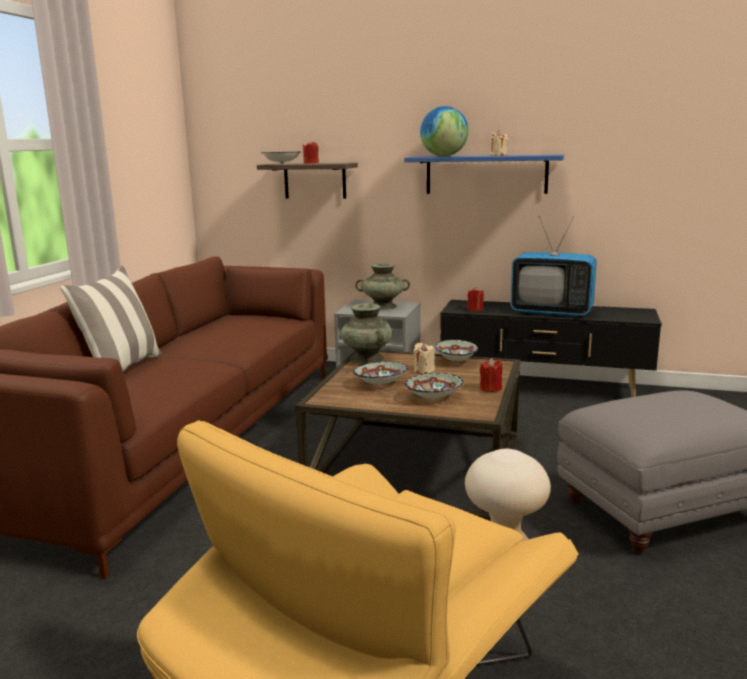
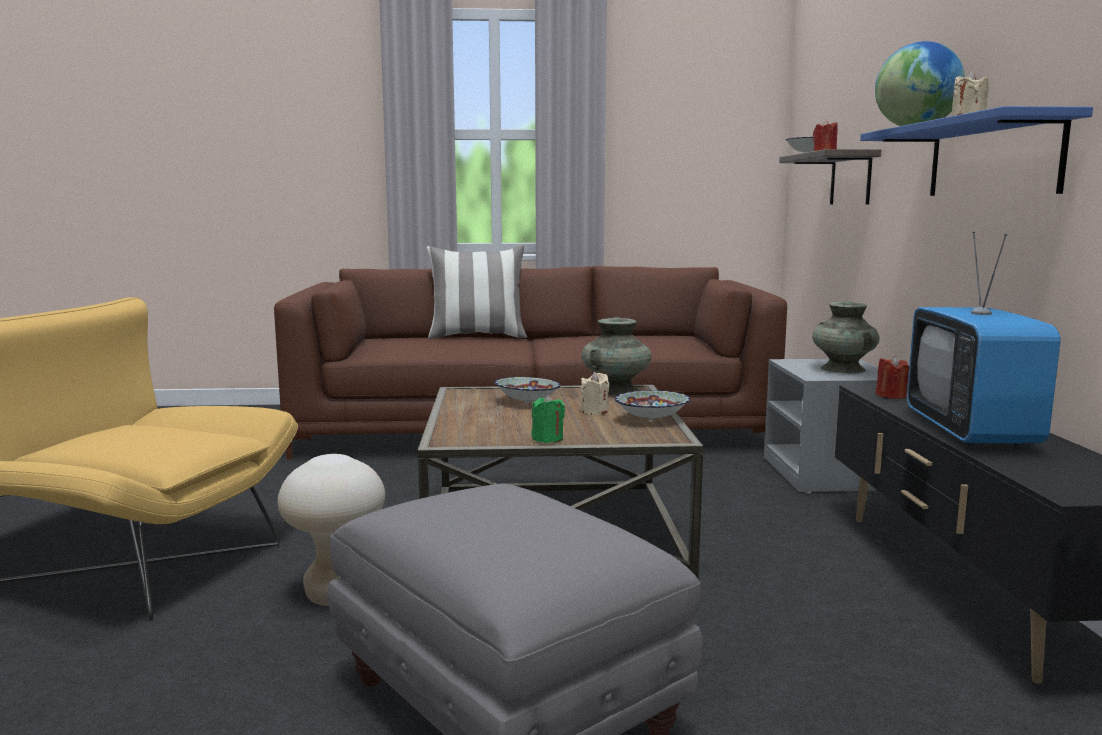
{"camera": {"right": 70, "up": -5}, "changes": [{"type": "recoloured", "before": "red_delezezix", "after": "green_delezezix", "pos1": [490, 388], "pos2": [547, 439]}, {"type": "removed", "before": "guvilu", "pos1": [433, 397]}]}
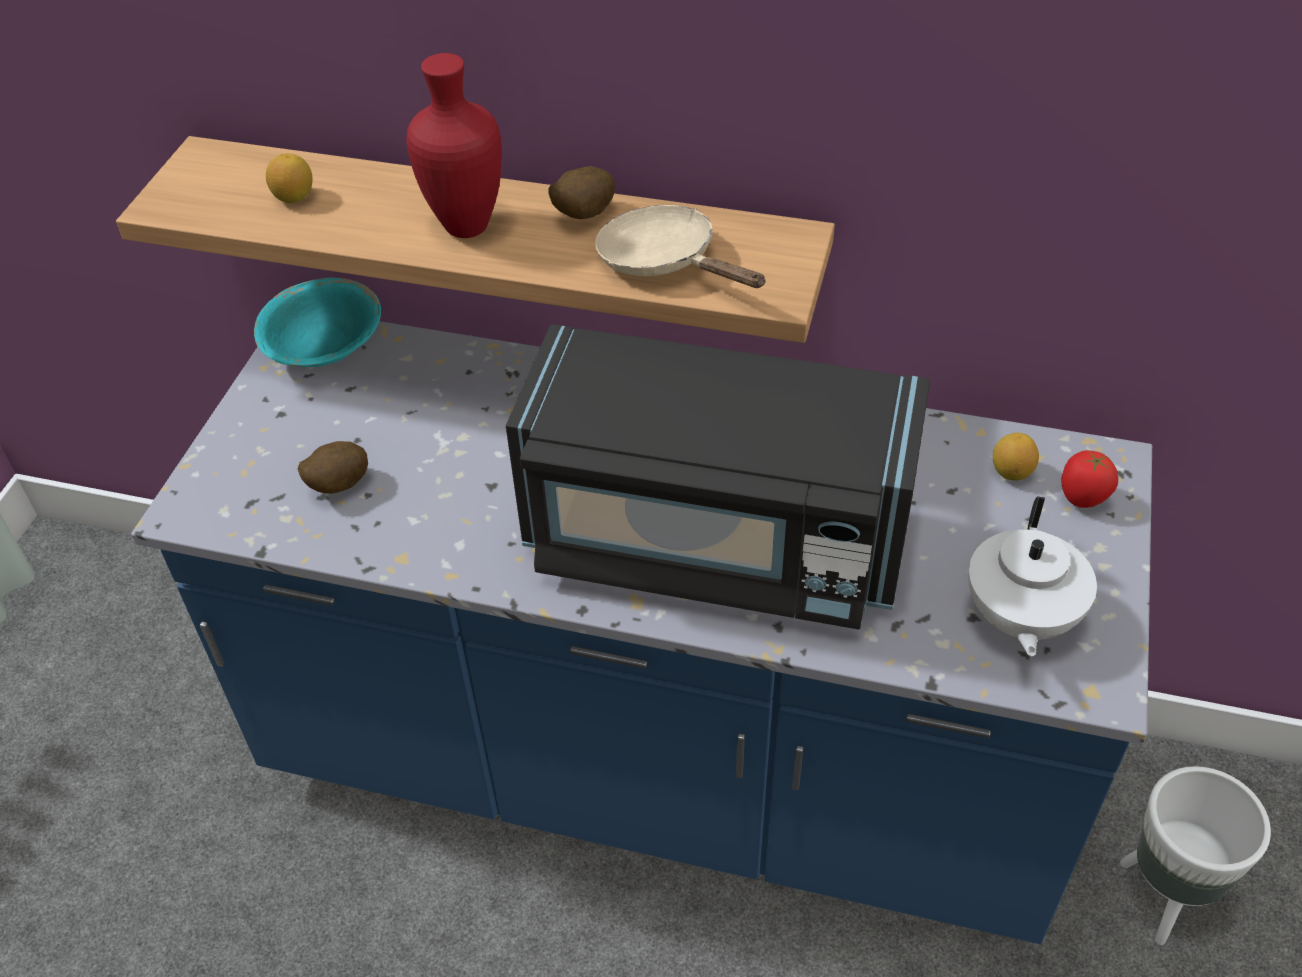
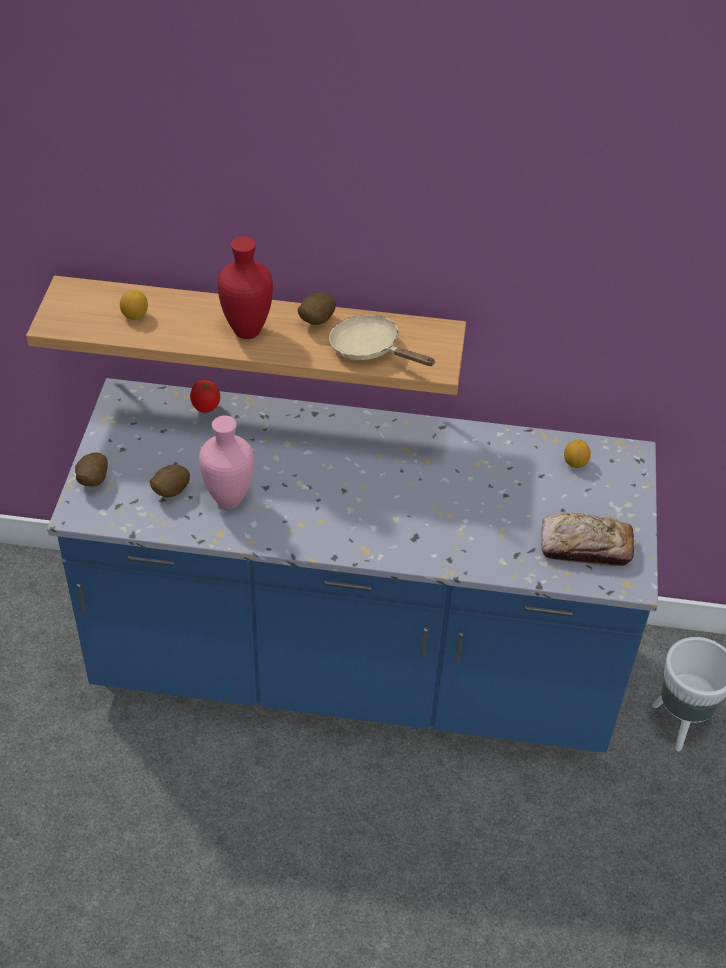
{"camera": {"right": -10, "up": 0}, "changes": [{"type": "removed", "before": "turquoise_guvilu", "pos1": [324, 348]}, {"type": "removed", "before": "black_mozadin", "pos1": [714, 541]}, {"type": "moved", "before": "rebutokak", "pos1": [1082, 500], "pos2": [205, 408]}, {"type": "replaced", "before": "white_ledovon", "after": "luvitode", "pos1": [1019, 618], "pos2": [585, 547]}, {"type": "added", "after": "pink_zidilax", "pos2": [229, 498]}, {"type": "added", "after": "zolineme", "pos2": [92, 481]}]}
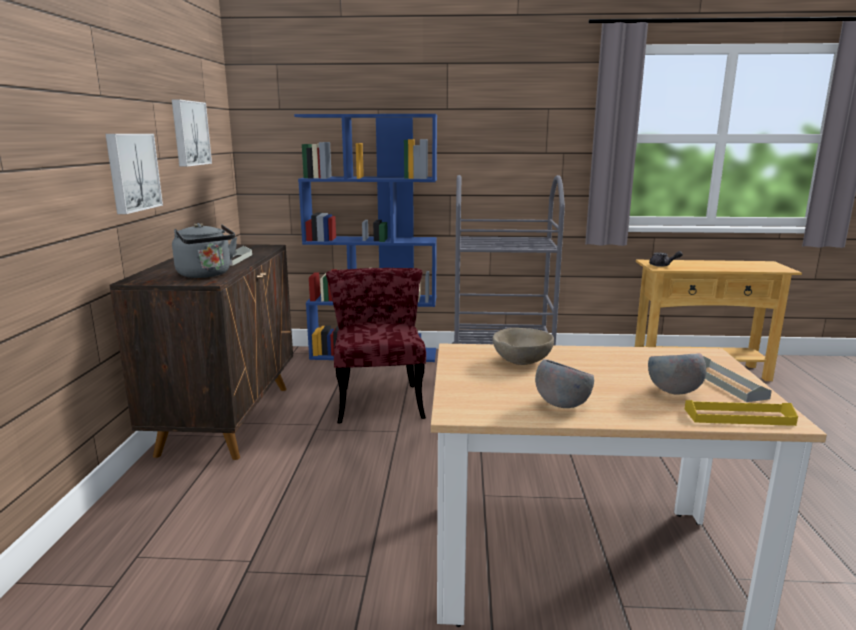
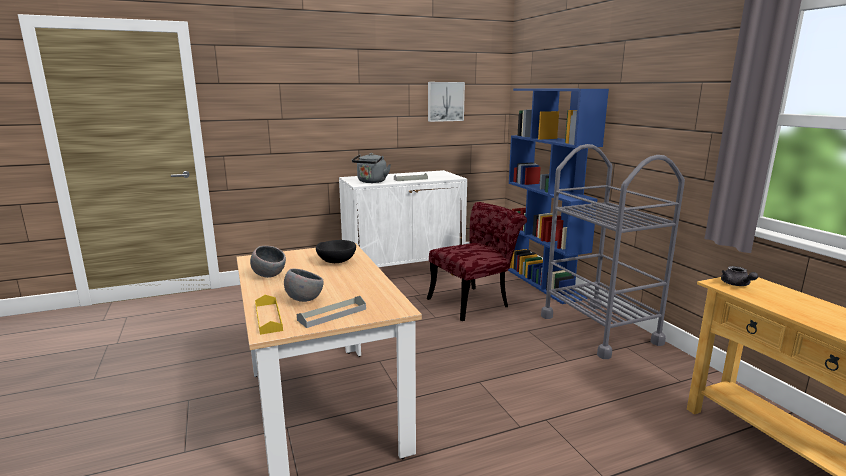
{"camera": {"right": 65, "up": 0}, "changes": [{"type": "removed", "before": "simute", "pos1": [131, 172]}, {"type": "recoloured", "before": "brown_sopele", "after": "white_sopele", "pos1": [228, 418], "pos2": [404, 273]}, {"type": "recoloured", "before": "beige_guvilu", "after": "black_guvilu", "pos1": [522, 361], "pos2": [337, 261]}]}
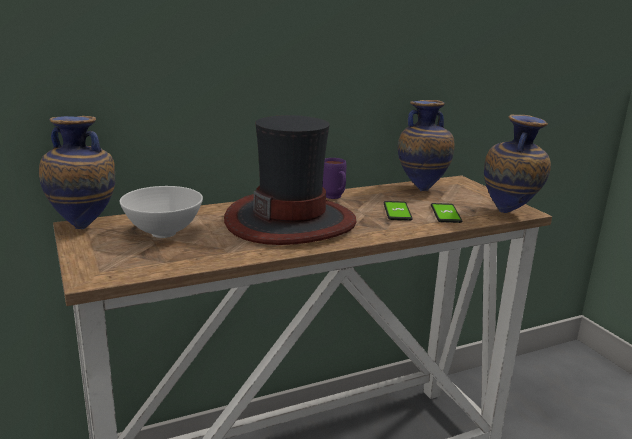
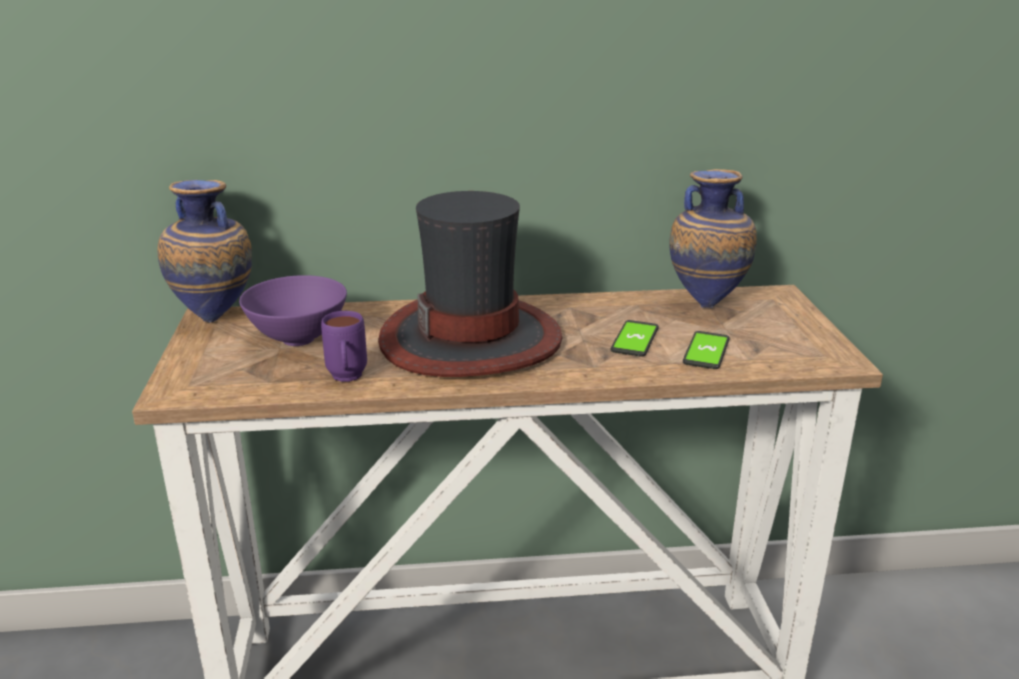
{"camera": {"right": 20, "up": 5}, "changes": [{"type": "removed", "before": "zidilax", "pos1": [509, 213]}, {"type": "moved", "before": "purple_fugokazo", "pos1": [335, 198], "pos2": [347, 379]}, {"type": "recoloured", "before": "white_guvilu", "after": "purple_guvilu", "pos1": [164, 233], "pos2": [299, 339]}]}
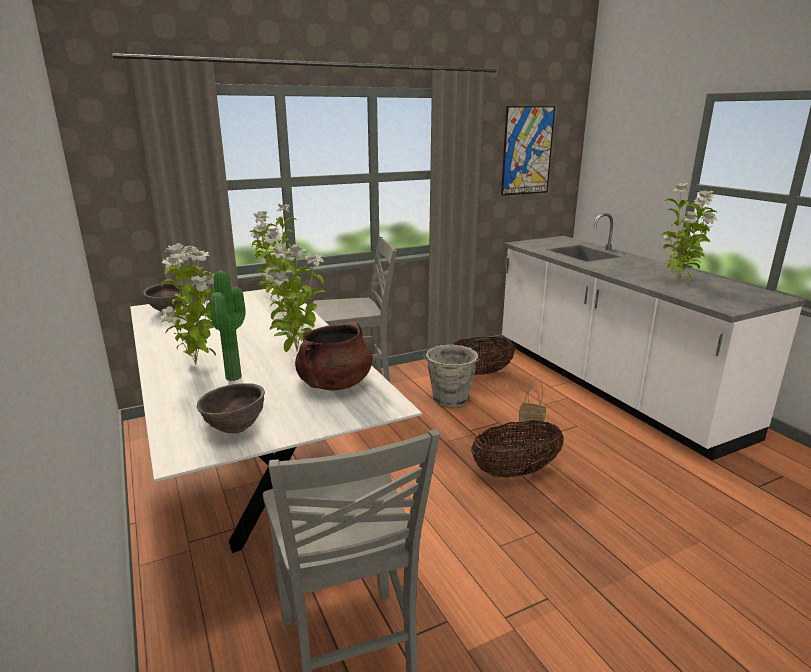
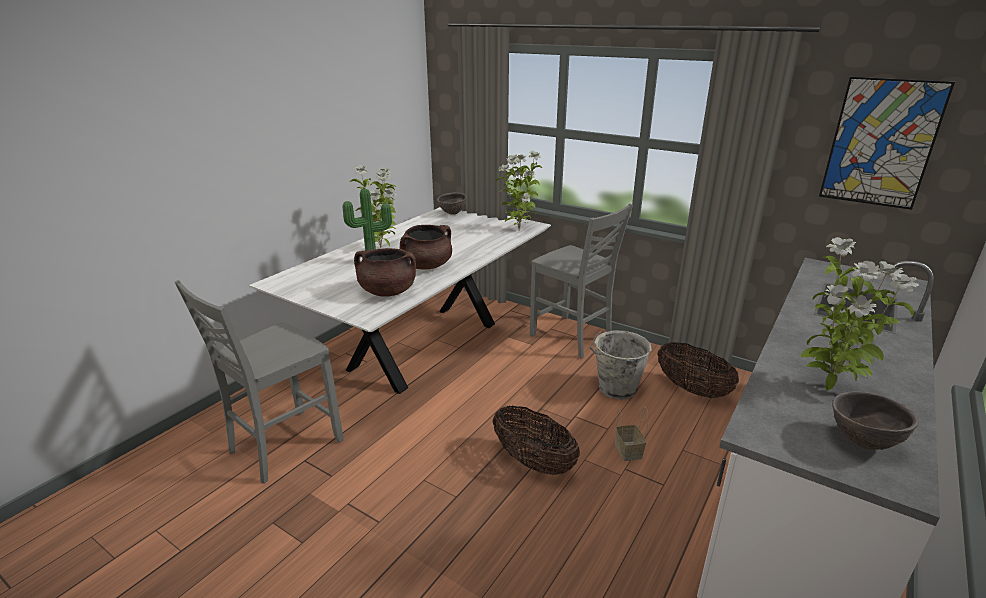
{"camera": {"right": 60, "up": 5}, "changes": [{"type": "replaced", "before": "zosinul", "after": "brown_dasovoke", "pos1": [296, 352], "pos2": [427, 266]}, {"type": "moved", "before": "brown_guvilu", "pos1": [235, 429], "pos2": [862, 442]}]}
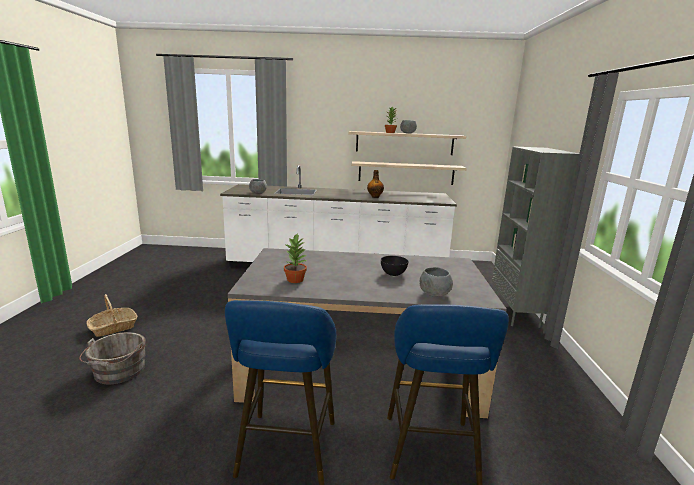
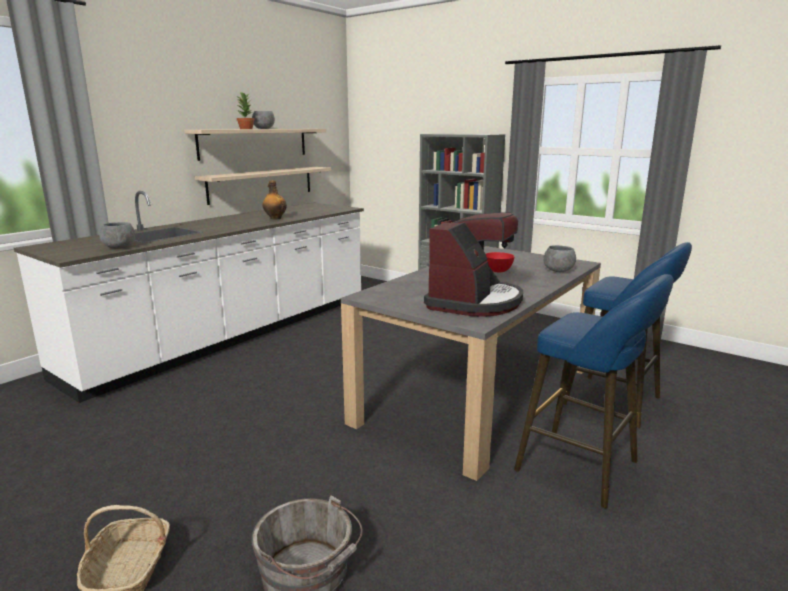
{"camera": {"right": -55, "up": 0}, "changes": [{"type": "replaced", "before": "zosinul", "after": "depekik", "pos1": [295, 280], "pos2": [474, 302]}, {"type": "recoloured", "before": "black_guvilu", "after": "red_guvilu", "pos1": [393, 274], "pos2": [498, 271]}]}
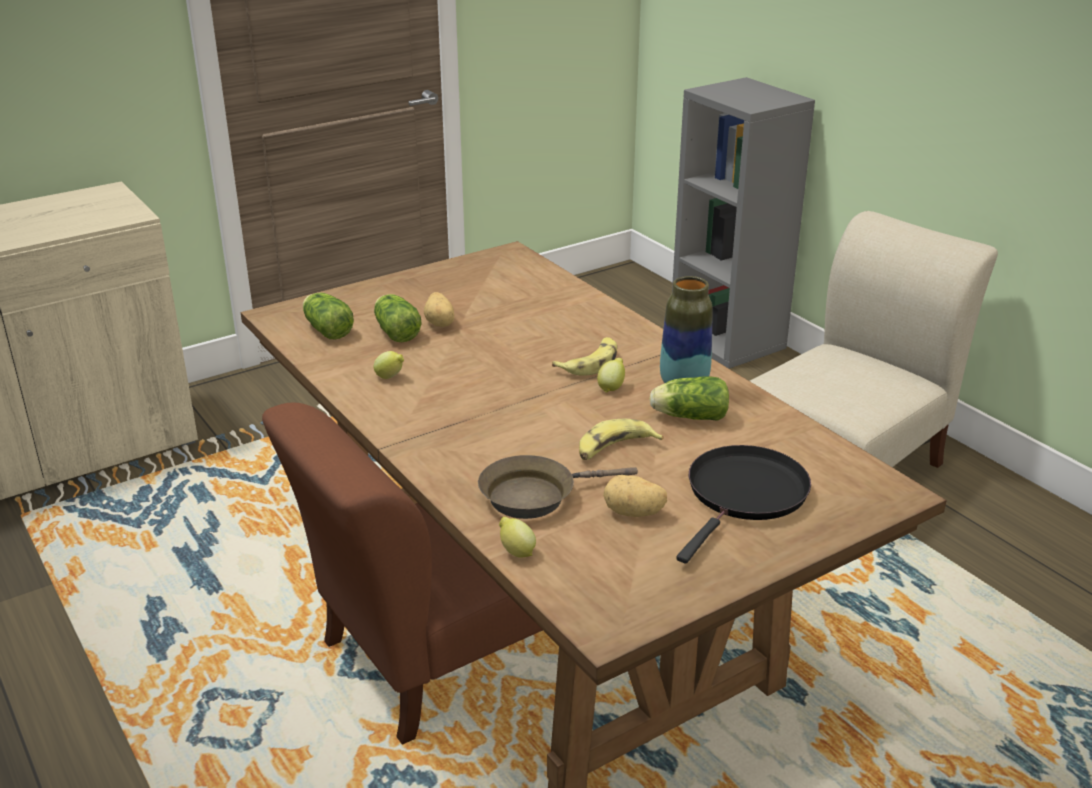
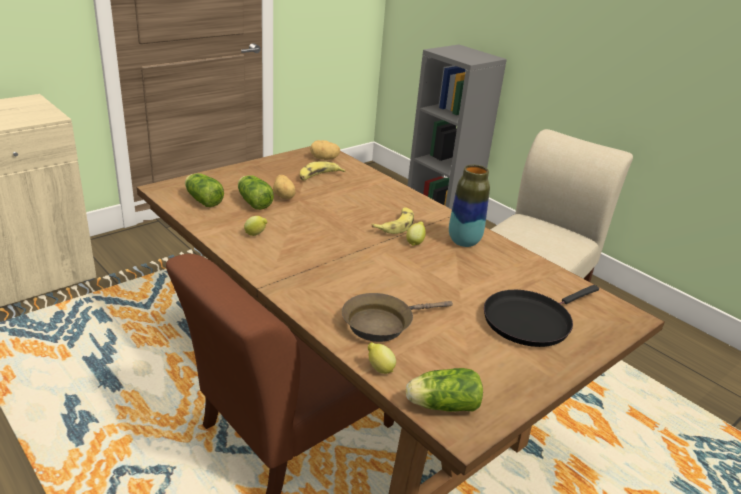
{"camera": {"right": -10, "up": 0}, "changes": [{"type": "moved", "before": "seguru", "pos1": [687, 416], "pos2": [441, 405]}, {"type": "moved", "before": "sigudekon", "pos1": [614, 449], "pos2": [319, 177]}, {"type": "turned", "before": "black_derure", "pos1": [744, 495], "pos2": [530, 320], "turn": -150}, {"type": "moved", "before": "zolineme", "pos1": [633, 513], "pos2": [324, 159]}]}
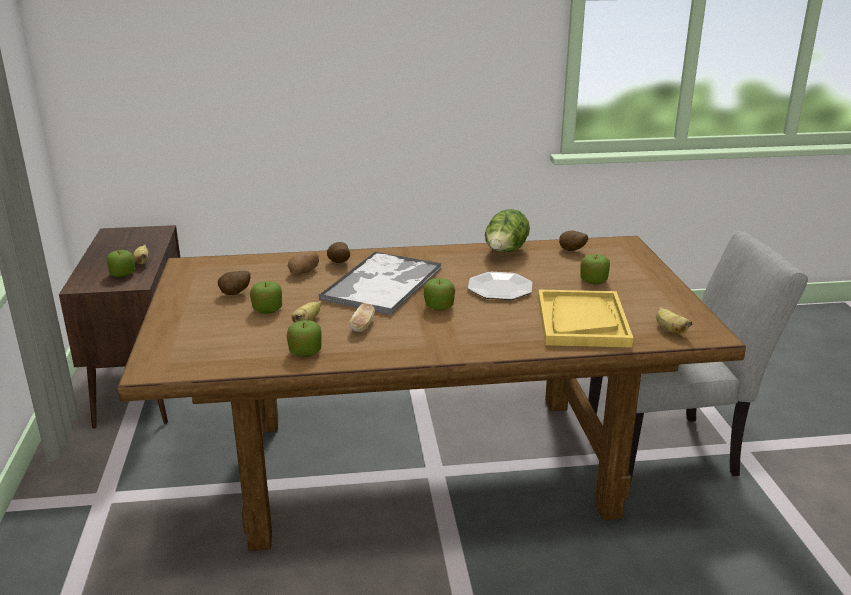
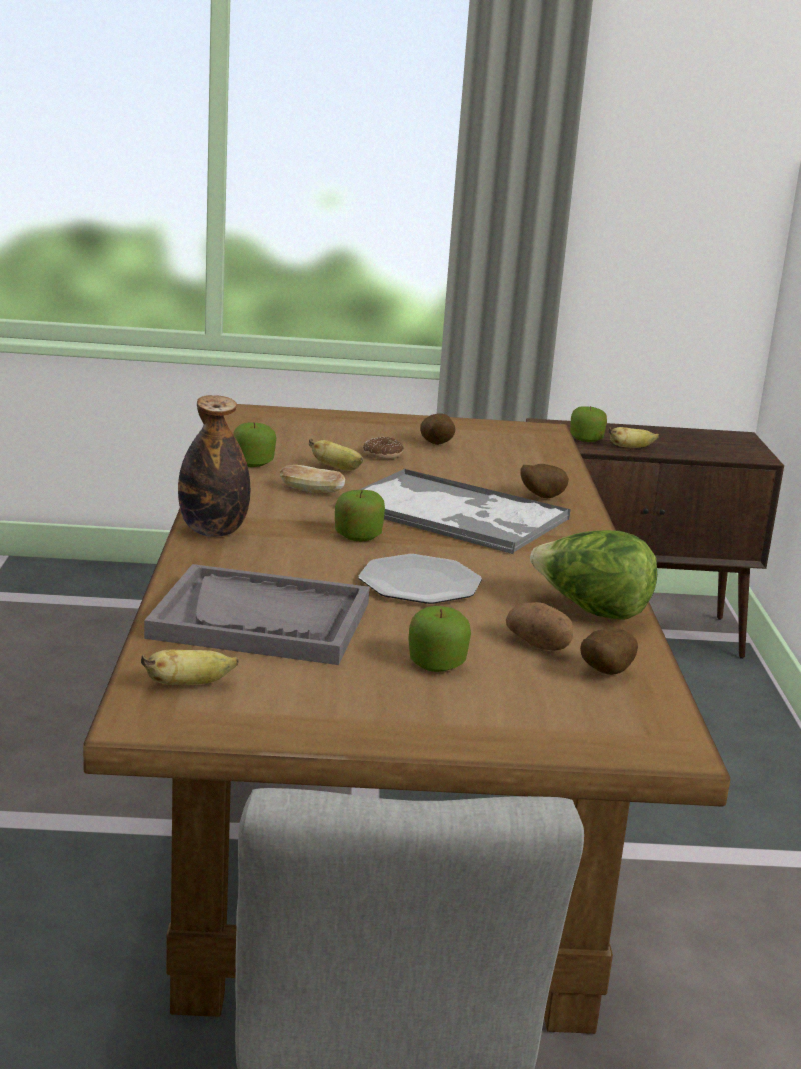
{"camera": {"right": 95, "up": -5}, "changes": [{"type": "moved", "before": "zolineme", "pos1": [304, 272], "pos2": [539, 645]}, {"type": "replaced", "before": "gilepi", "after": "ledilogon", "pos1": [267, 309], "pos2": [382, 455]}, {"type": "recoloured", "before": "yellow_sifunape", "after": "grey_sifunape", "pos1": [582, 321], "pos2": [261, 620]}, {"type": "added", "after": "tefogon", "pos2": [213, 531]}]}
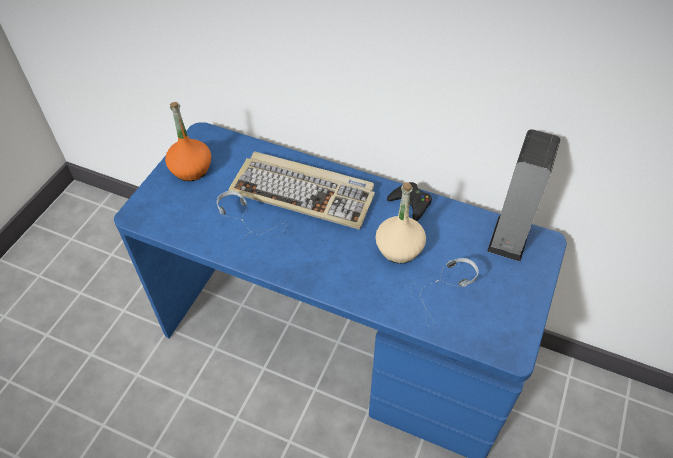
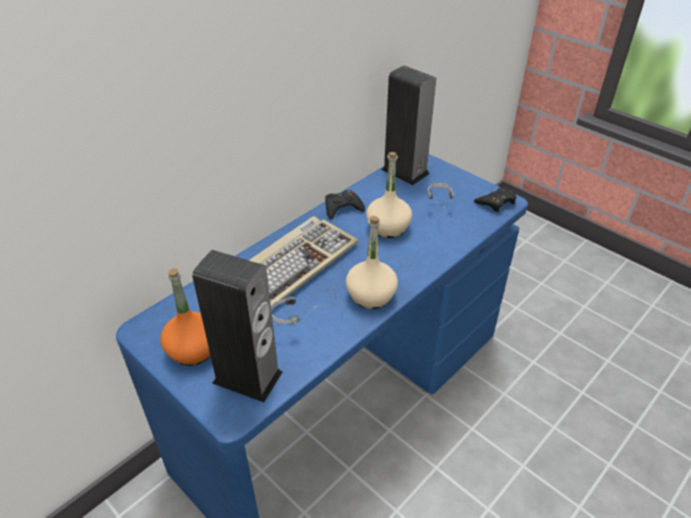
{"camera": {"right": -70, "up": -10}, "changes": [{"type": "added", "after": "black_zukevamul", "pos2": [496, 202]}, {"type": "added", "after": "beige_tefogon", "pos2": [371, 295]}, {"type": "added", "after": "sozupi", "pos2": [247, 377]}]}
